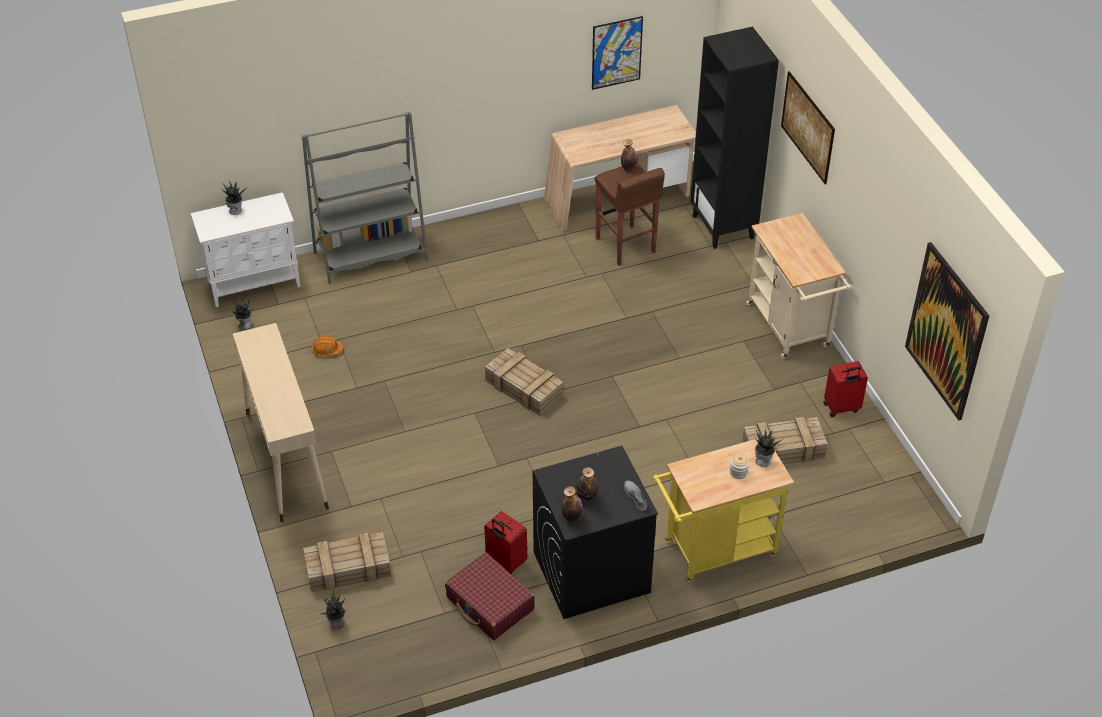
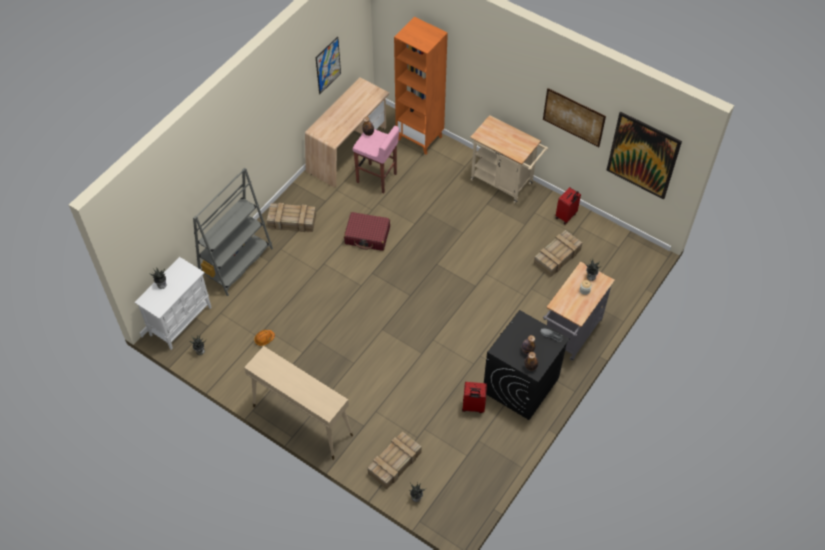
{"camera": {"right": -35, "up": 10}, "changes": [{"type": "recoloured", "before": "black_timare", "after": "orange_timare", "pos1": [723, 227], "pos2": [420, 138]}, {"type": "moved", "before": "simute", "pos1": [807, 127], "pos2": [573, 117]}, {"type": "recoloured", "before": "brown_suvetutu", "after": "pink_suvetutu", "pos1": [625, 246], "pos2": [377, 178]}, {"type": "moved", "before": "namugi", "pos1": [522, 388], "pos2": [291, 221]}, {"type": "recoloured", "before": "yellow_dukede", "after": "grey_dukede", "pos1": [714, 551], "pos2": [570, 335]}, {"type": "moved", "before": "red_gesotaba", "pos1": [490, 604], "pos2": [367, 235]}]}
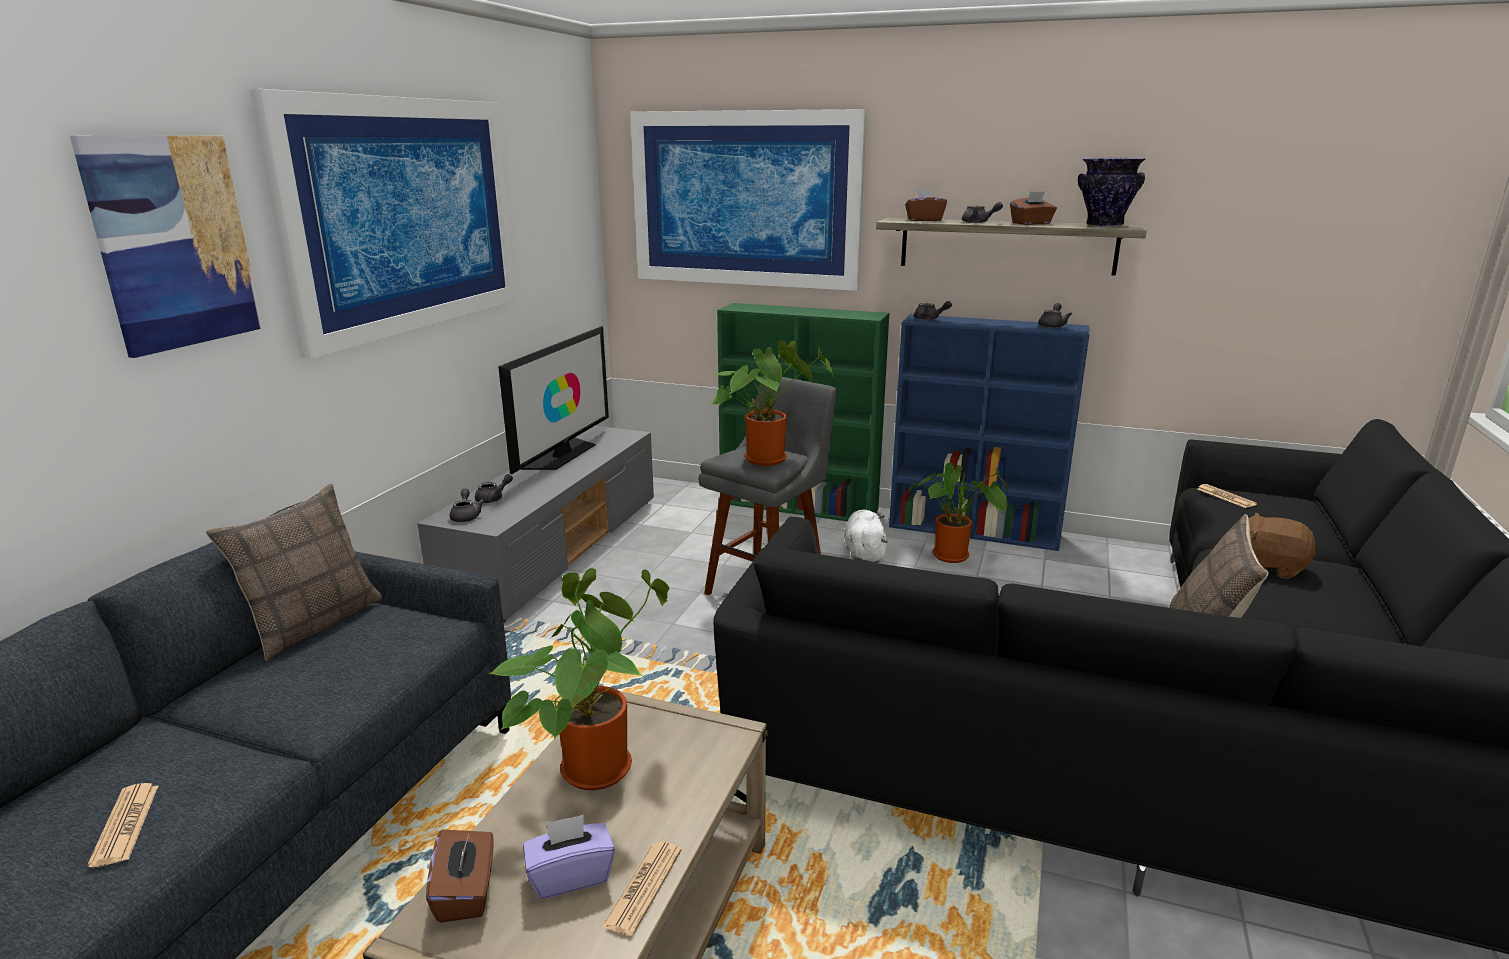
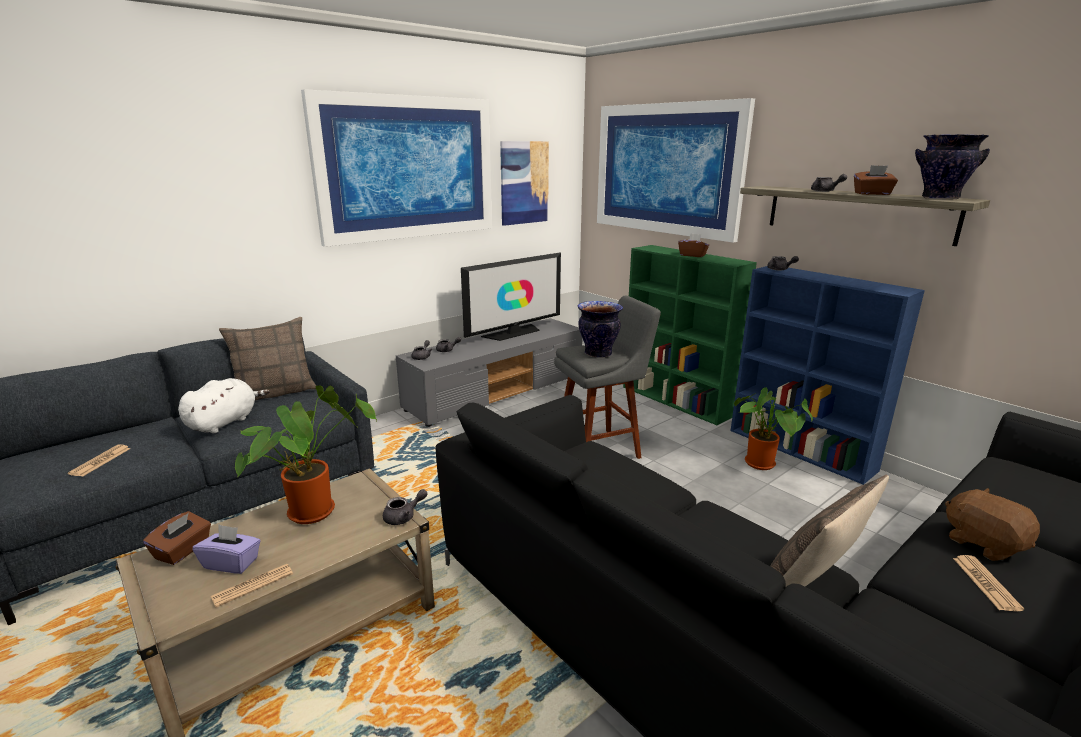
{"camera": {"right": 30, "up": 0}, "changes": [{"type": "moved", "before": "simute", "pos1": [174, 242], "pos2": [524, 183]}, {"type": "moved", "before": "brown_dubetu", "pos1": [924, 220], "pos2": [692, 255]}, {"type": "moved", "before": "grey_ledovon", "pos1": [1052, 326], "pos2": [404, 517]}, {"type": "replaced", "before": "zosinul", "after": "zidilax", "pos1": [768, 458], "pos2": [598, 354]}, {"type": "moved", "before": "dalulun", "pos1": [1225, 497], "pos2": [986, 583]}, {"type": "moved", "before": "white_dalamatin", "pos1": [864, 554], "pos2": [225, 422]}]}
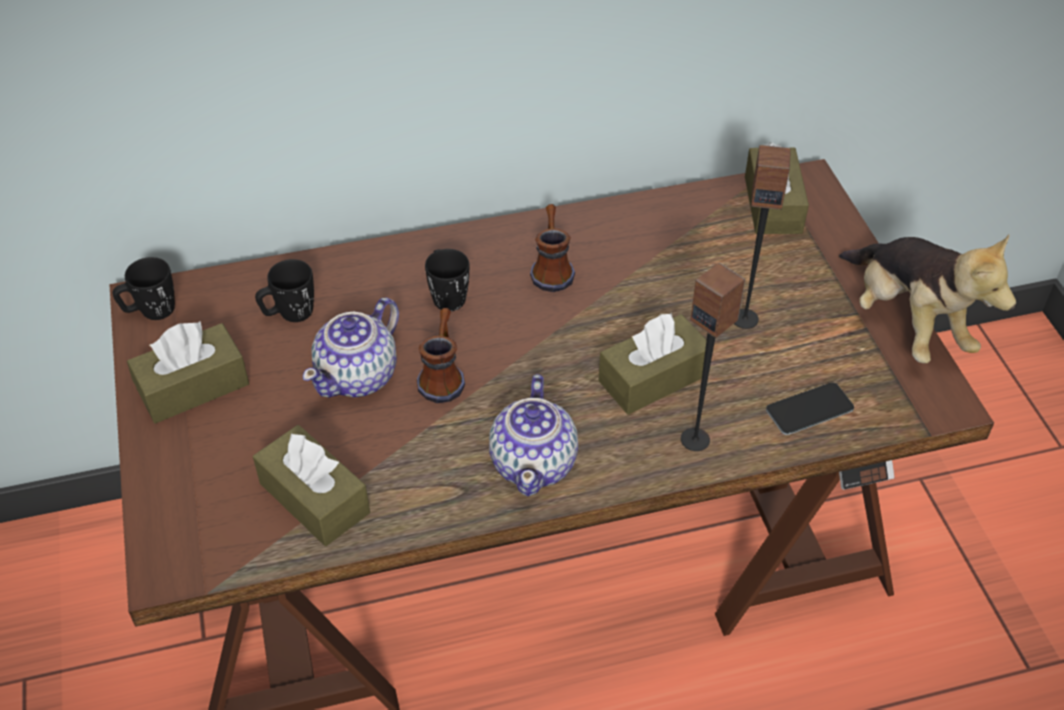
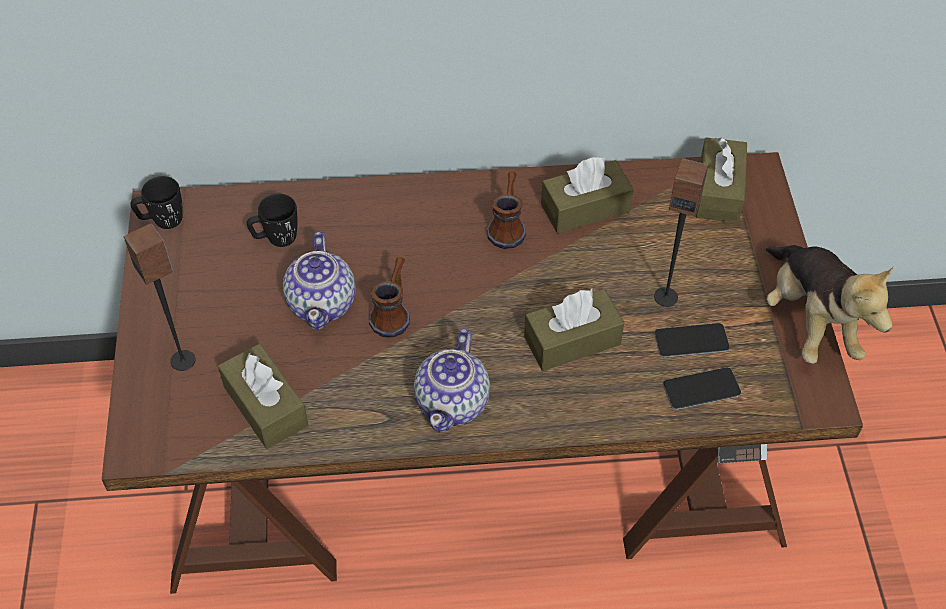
{"camera": {"right": 10, "up": 5}, "changes": [{"type": "removed", "before": "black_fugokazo", "pos1": [447, 295]}, {"type": "moved", "before": "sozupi", "pos1": [695, 439], "pos2": [183, 360]}, {"type": "turned", "before": "ledovon", "pos1": [359, 376], "pos2": [322, 303], "turn": -45}, {"type": "moved", "before": "brown_dubetu", "pos1": [193, 387], "pos2": [585, 208]}, {"type": "added", "after": "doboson", "pos2": [691, 341]}]}
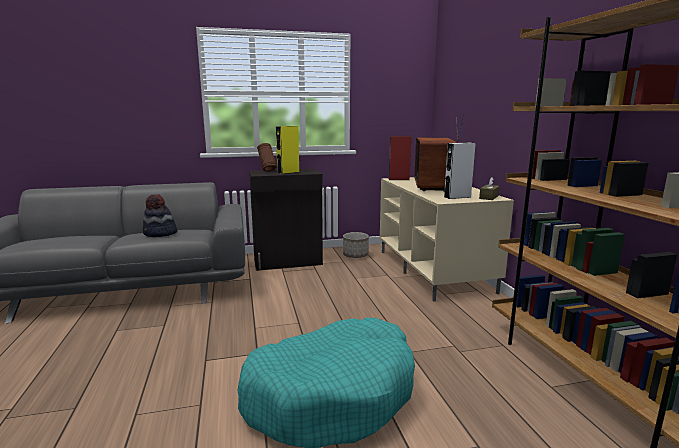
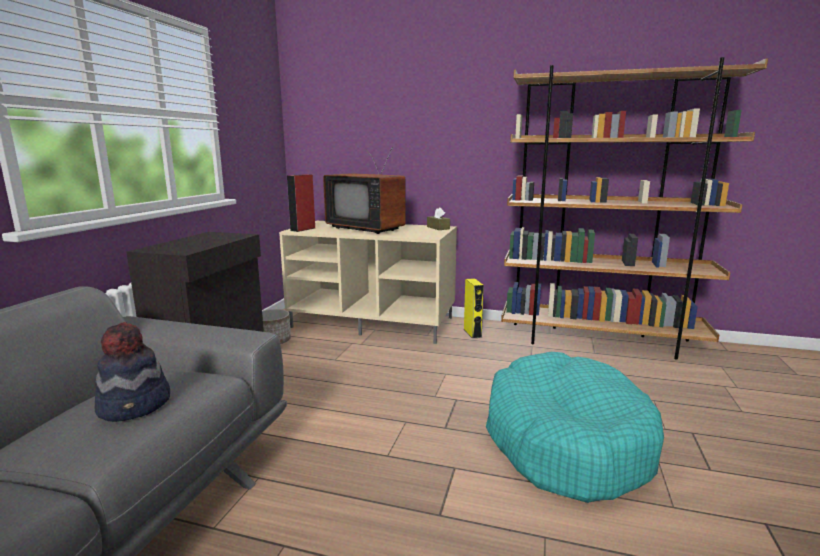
{"camera": {"right": -60, "up": 0}, "changes": [{"type": "moved", "before": "yellow_sozupi", "pos1": [288, 172], "pos2": [472, 333]}, {"type": "removed", "before": "brown_zidilax", "pos1": [267, 171]}, {"type": "removed", "before": "white_sozupi", "pos1": [457, 197]}]}
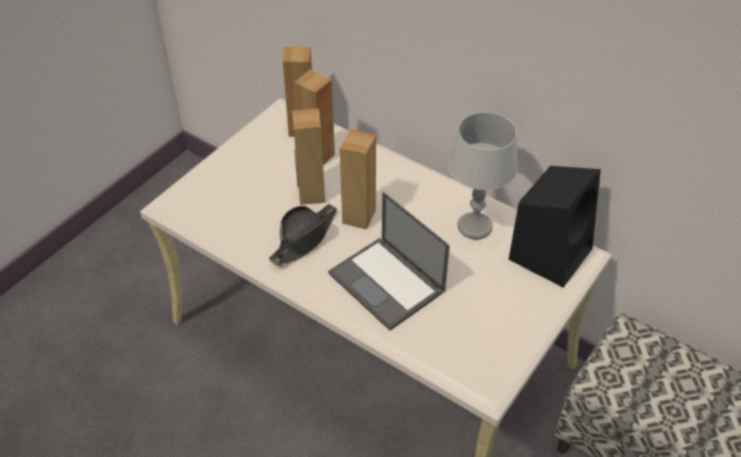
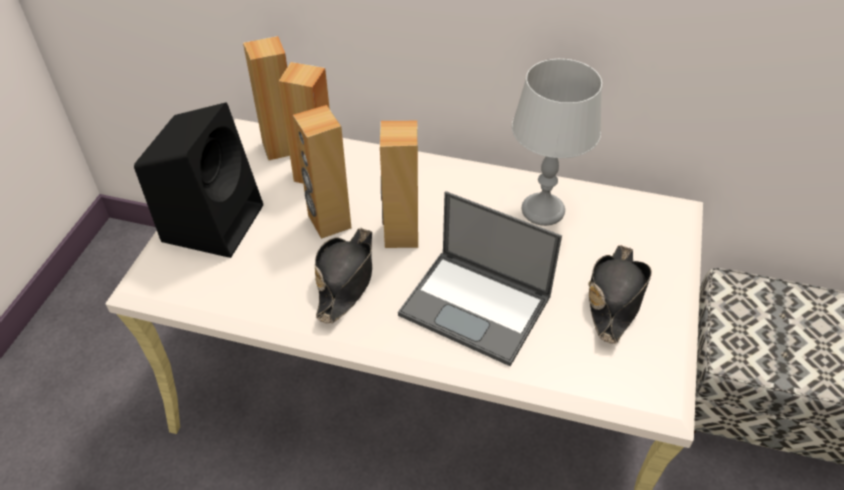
{"camera": {"right": -20, "up": 0}, "changes": [{"type": "moved", "before": "black_sozupi", "pos1": [550, 252], "pos2": [213, 221]}, {"type": "added", "after": "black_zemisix", "pos2": [614, 298]}]}
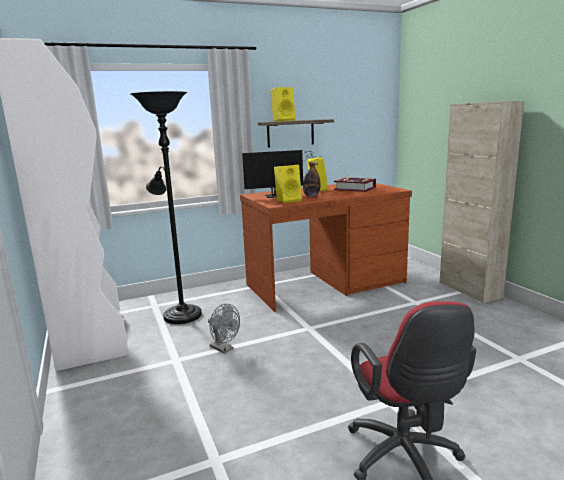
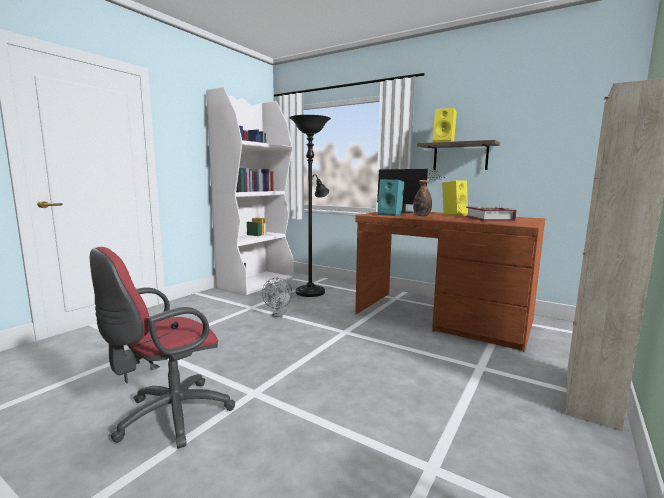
{"camera": {"right": 55, "up": -5}, "changes": [{"type": "recoloured", "before": "yellow_sozupi", "after": "turquoise_sozupi", "pos1": [288, 200], "pos2": [390, 215]}]}
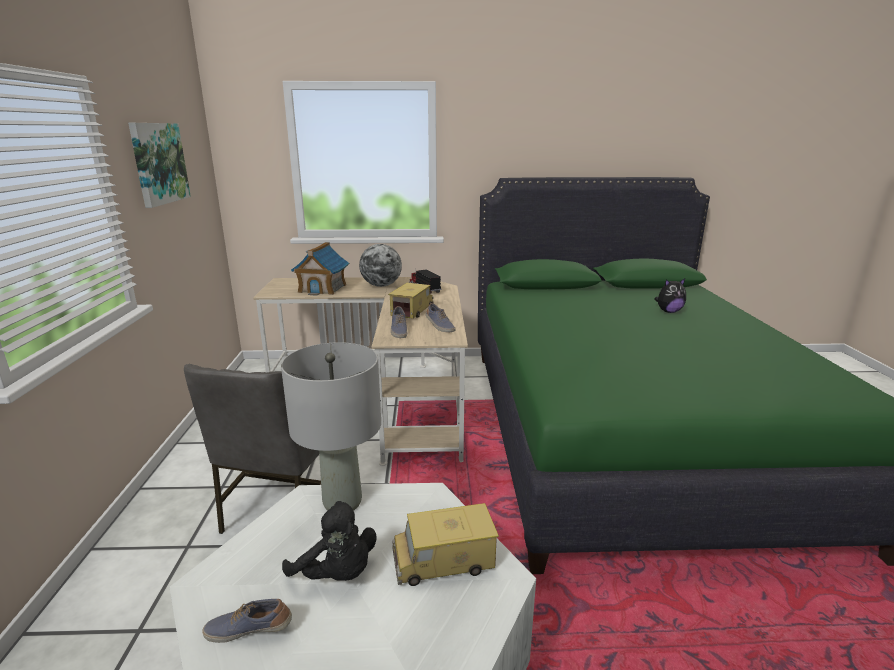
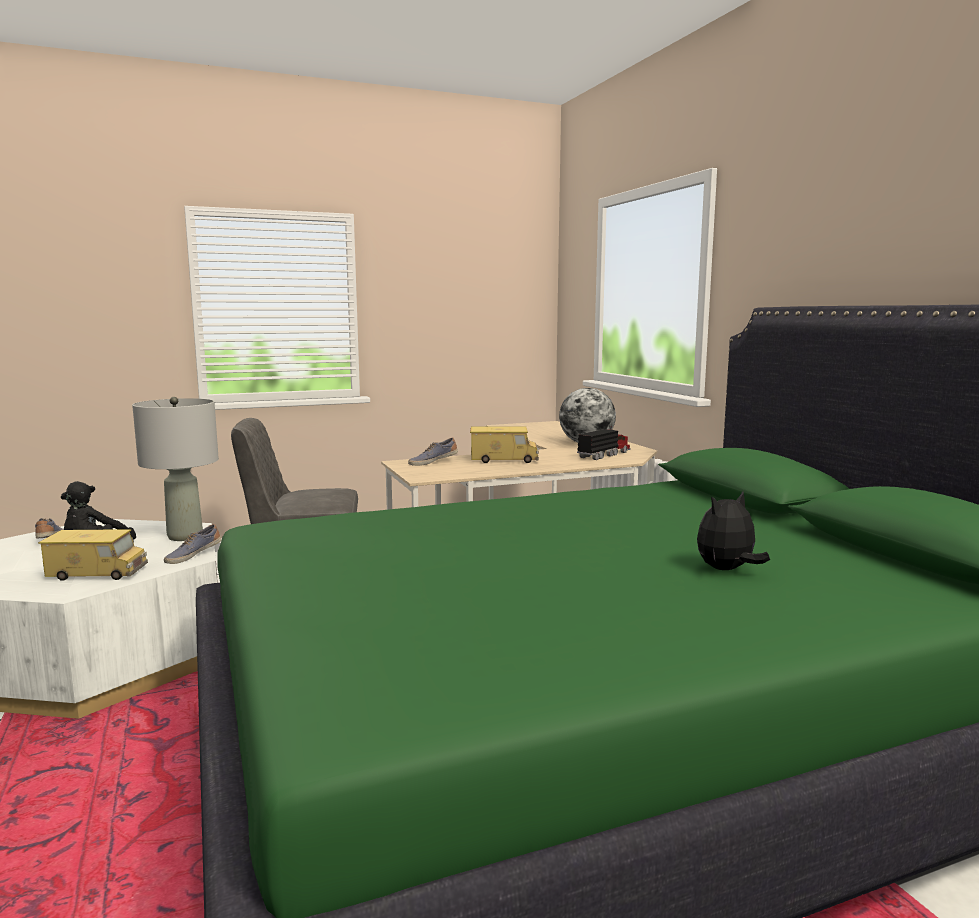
{"camera": {"right": 70, "up": -10}, "changes": [{"type": "removed", "before": "simute", "pos1": [158, 163]}, {"type": "removed", "before": "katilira", "pos1": [322, 288]}, {"type": "turned", "before": "dalamatin", "pos1": [668, 311], "pos2": [727, 570], "turn": 90}, {"type": "moved", "before": "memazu", "pos1": [439, 326], "pos2": [193, 555]}, {"type": "turned", "before": "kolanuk", "pos1": [443, 562], "pos2": [97, 572], "turn": 120}]}
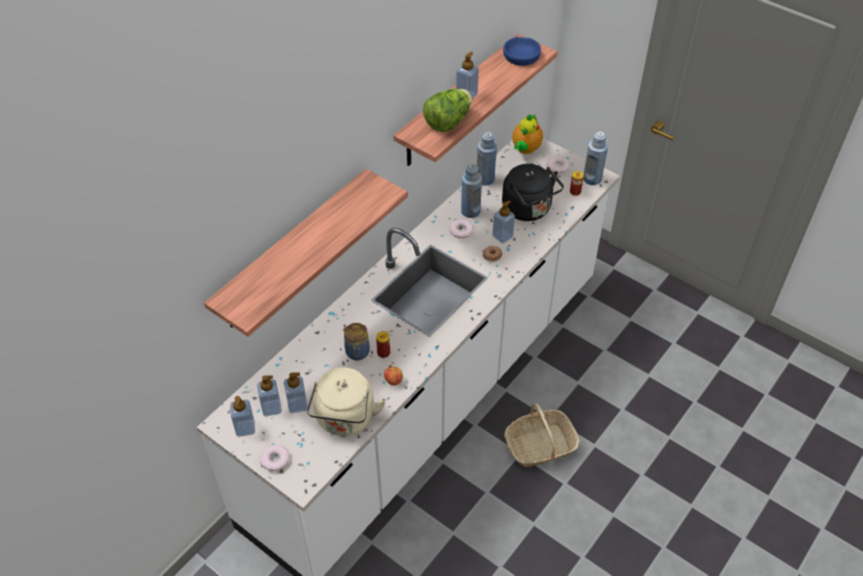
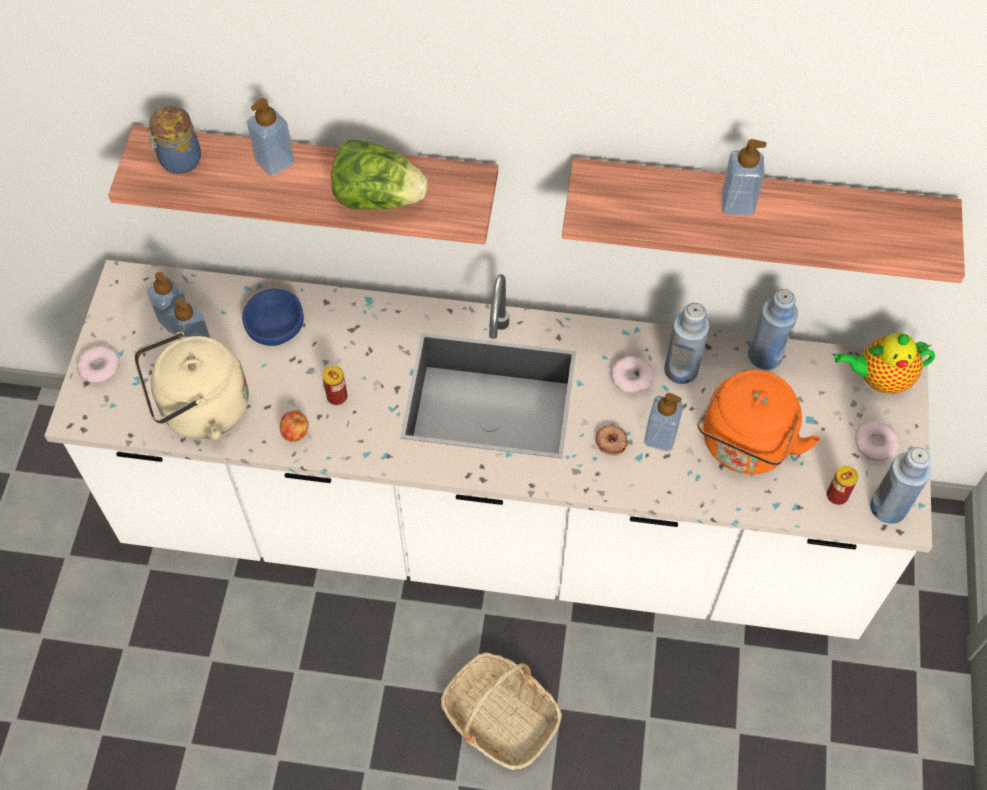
{"camera": {"right": 60, "up": 10}, "changes": [{"type": "moved", "before": "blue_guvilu", "pos1": [521, 55], "pos2": [275, 323]}, {"type": "moved", "before": "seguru", "pos1": [448, 122], "pos2": [378, 198]}, {"type": "recoloured", "before": "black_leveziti", "after": "orange_leveziti", "pos1": [529, 210], "pos2": [744, 447]}, {"type": "moved", "before": "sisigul", "pos1": [357, 353], "pos2": [179, 161]}, {"type": "moved", "before": "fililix", "pos1": [245, 428], "pos2": [275, 162]}]}
